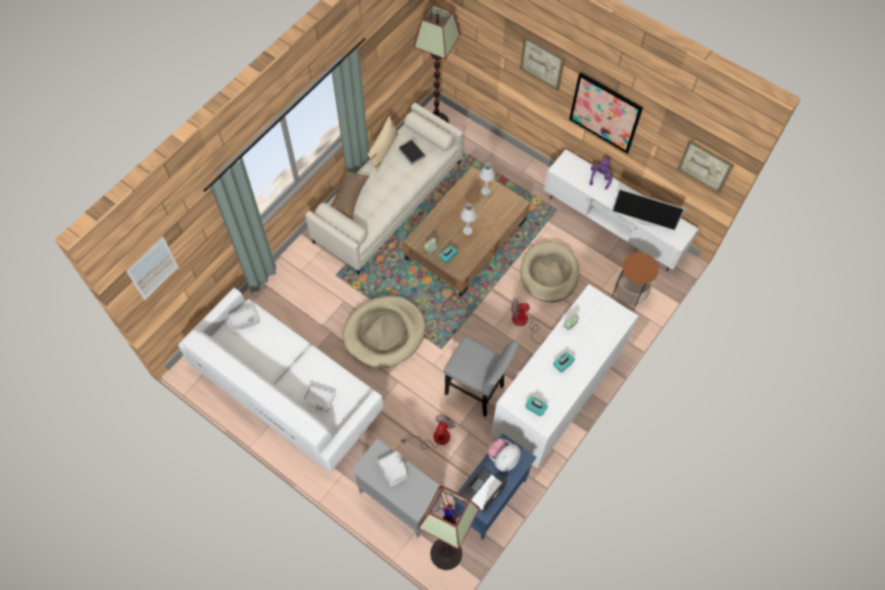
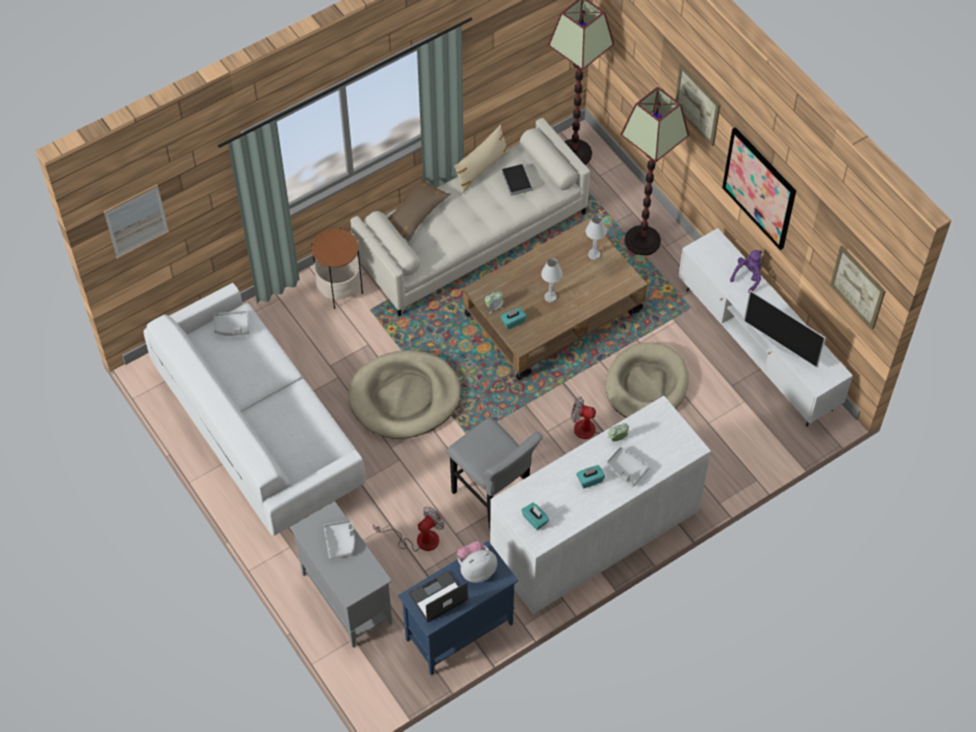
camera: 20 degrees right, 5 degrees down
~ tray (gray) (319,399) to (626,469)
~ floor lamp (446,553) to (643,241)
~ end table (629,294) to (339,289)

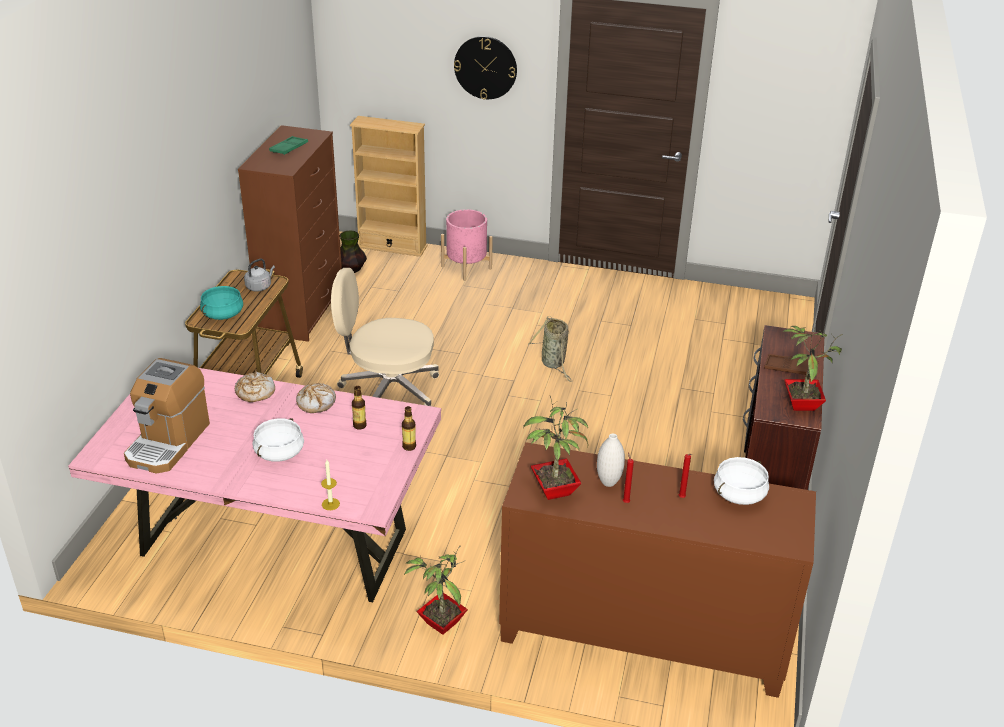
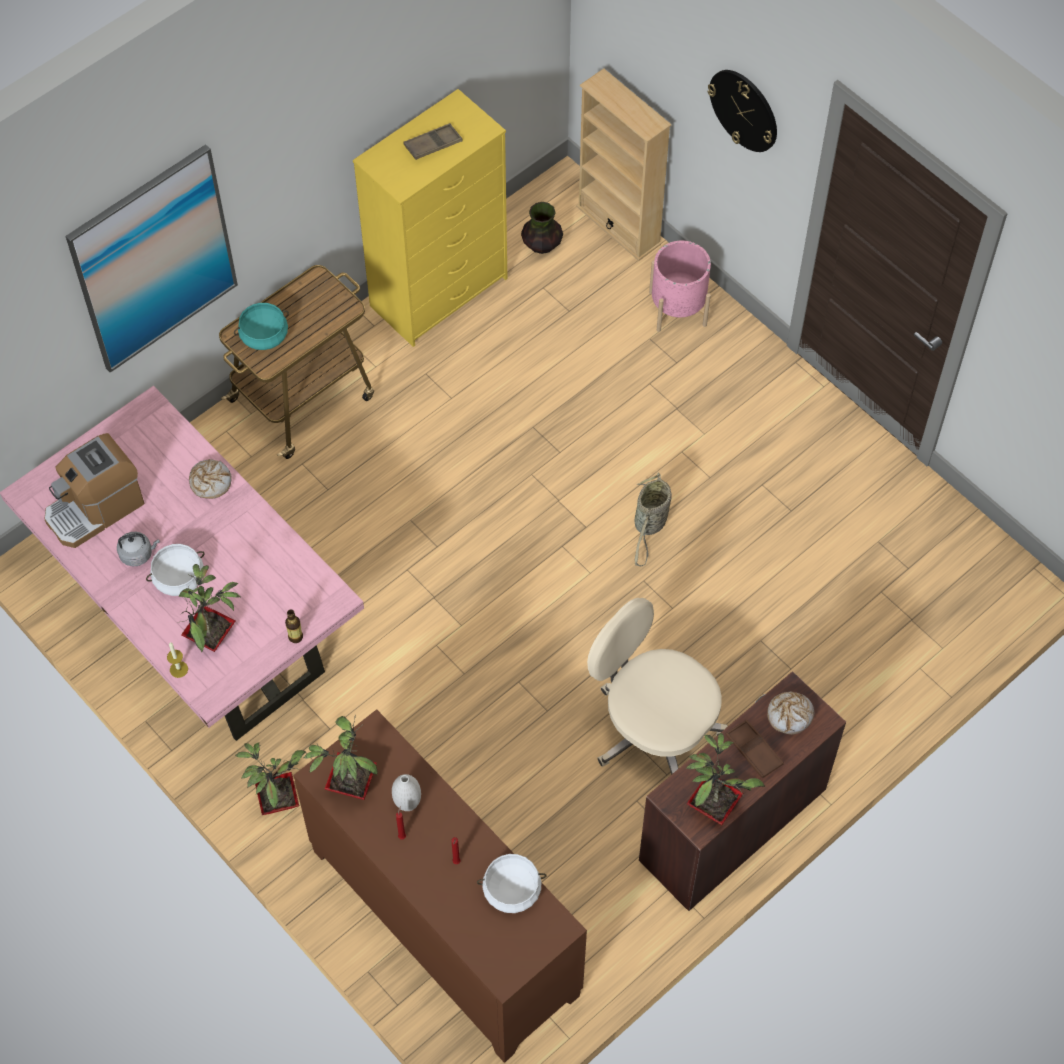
camera: 35 degrees right, 25 degrees up
- bottle (359,425)
+ picture (154,259)
+ houseplant (213,638)
~ kettle (gray) (259,286) to (138,554)
~ bakery bread (316,402) to (790,715)
~ computer chair (beige) (388,390) to (653,728)
~ drawer chest (brownish) (302,311) to drawer chest (yellowish) (440,291)
~ tray (greenish) (289,148) to tray (brownish) (433,144)

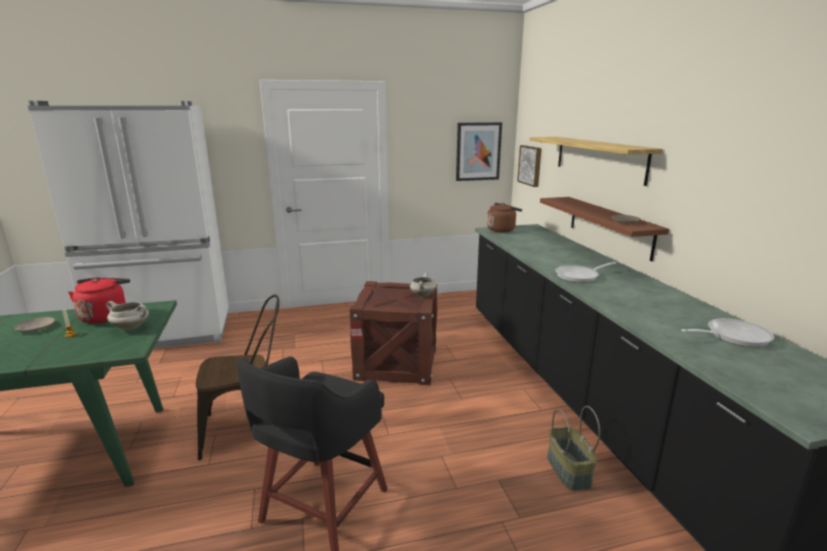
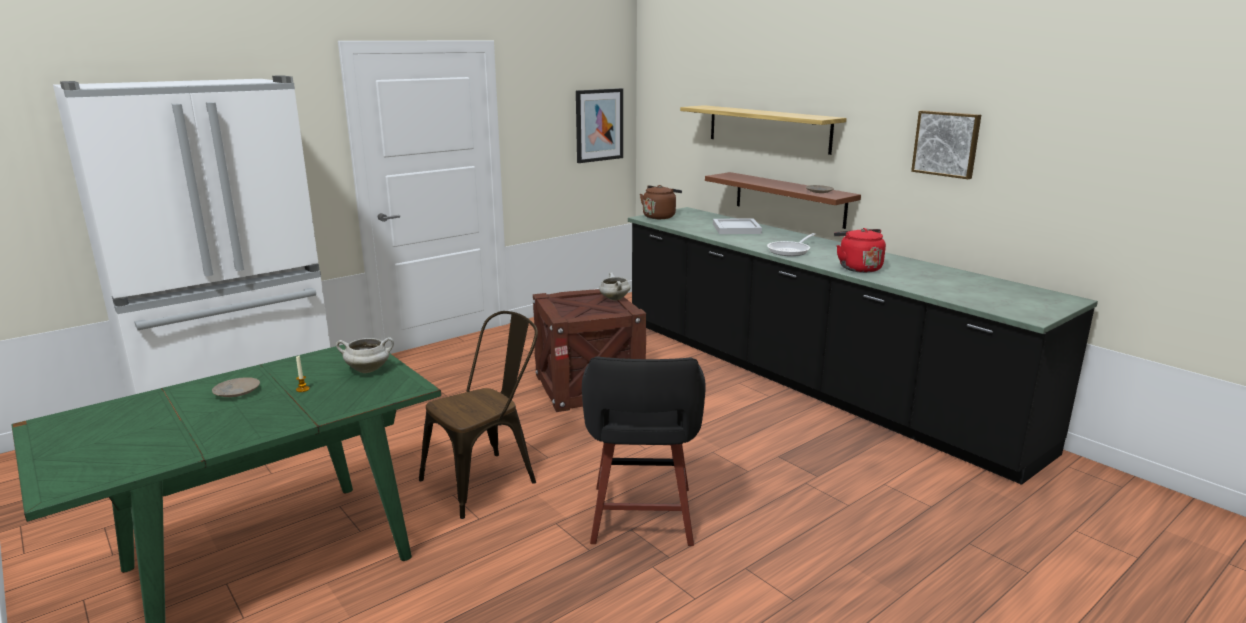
camera: 25 degrees left, 0 degrees up
- basket (567,470)
- pan (732,336)
+ tray (white-coloured) (737,229)
~ kettle (red-coloured) (105,316) to (857,268)
~ picture (531,165) to (946,143)

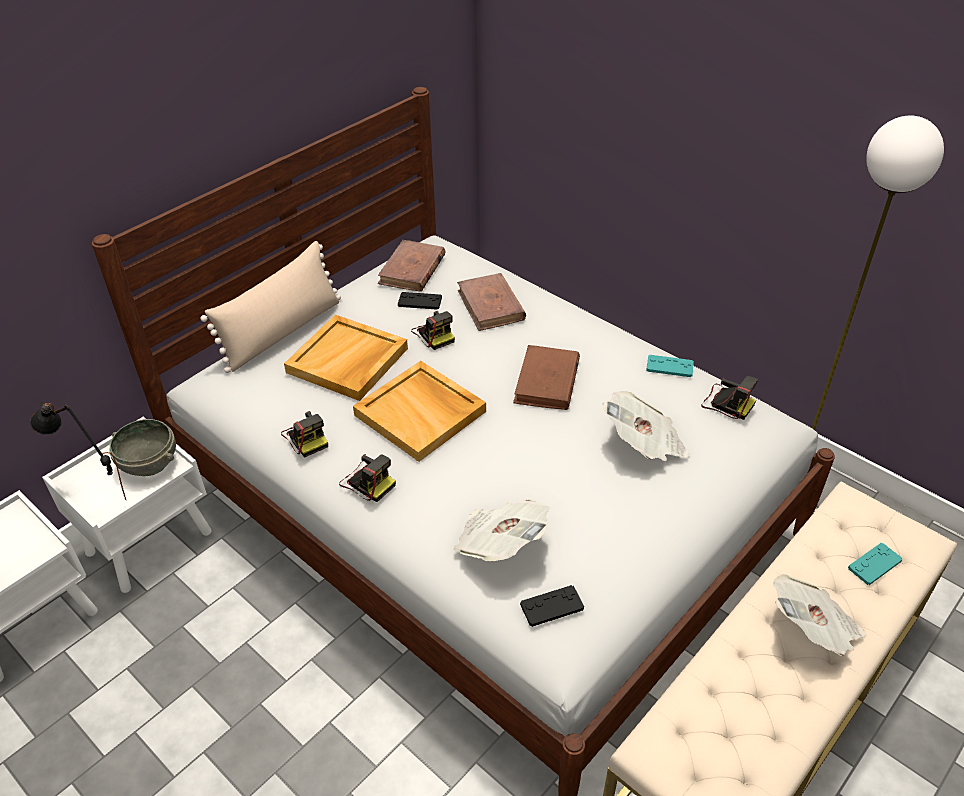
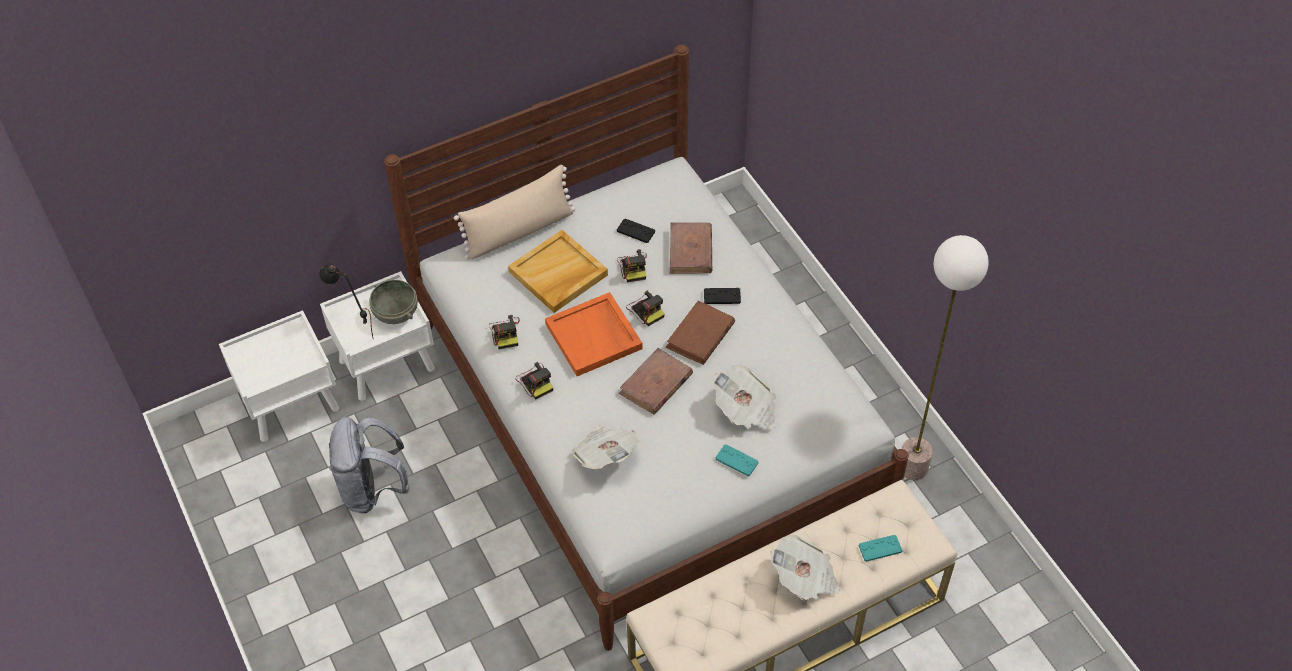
camera: 20 degrees right, 10 degrees up
+ knapsack (gray) (373,490)
~ bound book (brownish) (412,270) to (656,384)
~ game controller (blackish) (552,606) to (722,296)
~ game controller (blue-green) (669,367) to (736,461)
~ photo camera (726,403) to (645,310)
~ tray (beige) (421,413) to tray (orangey) (594,337)

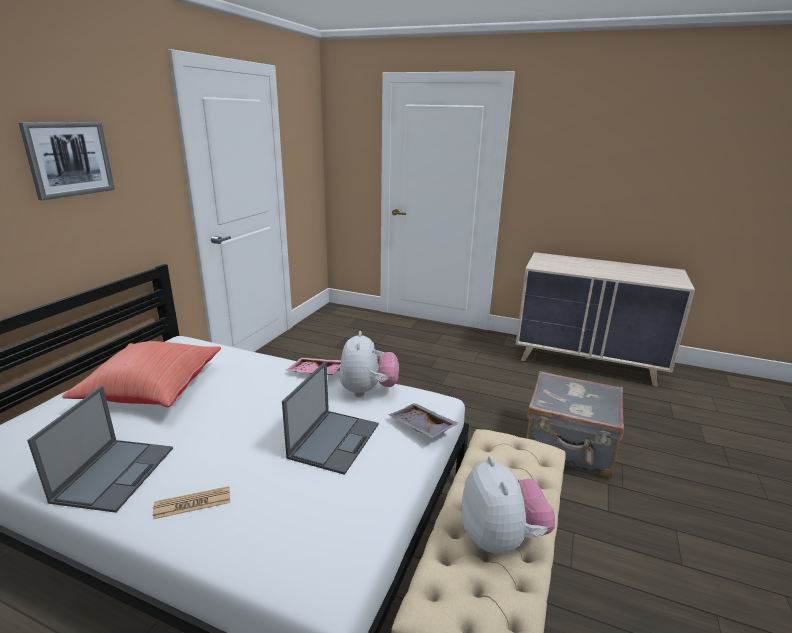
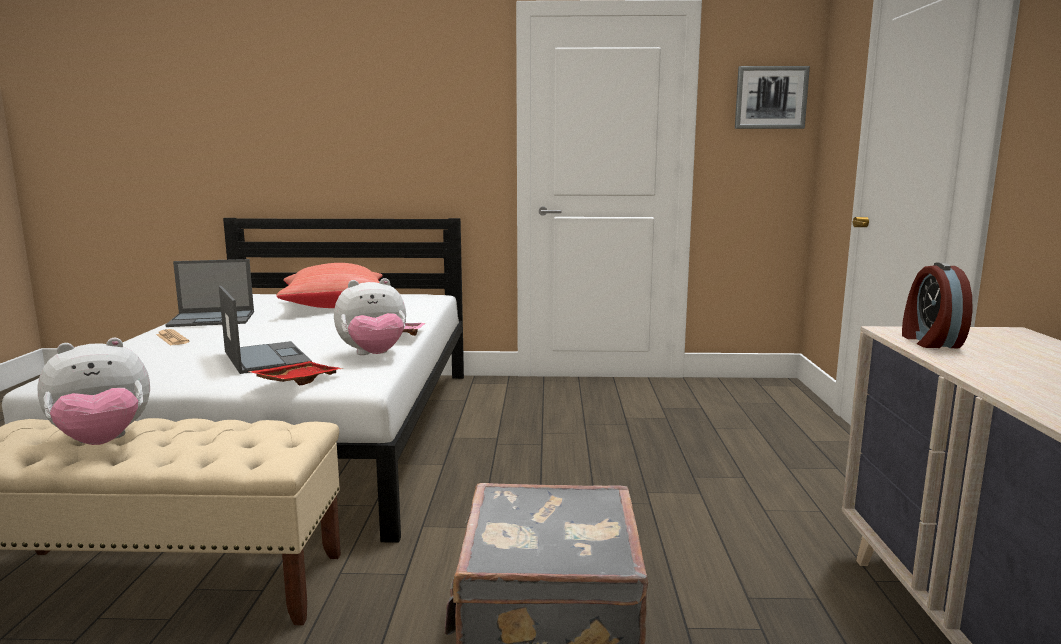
camera: 70 degrees right, 10 degrees down
+ bedside clock (929,341)
~ picture (69,159) to (771,97)
~ tray (gray) (421,427) to tray (red-coloured) (296,381)
~ notebook computer (334,440) = (266,357) 120 degrees counterclockwise

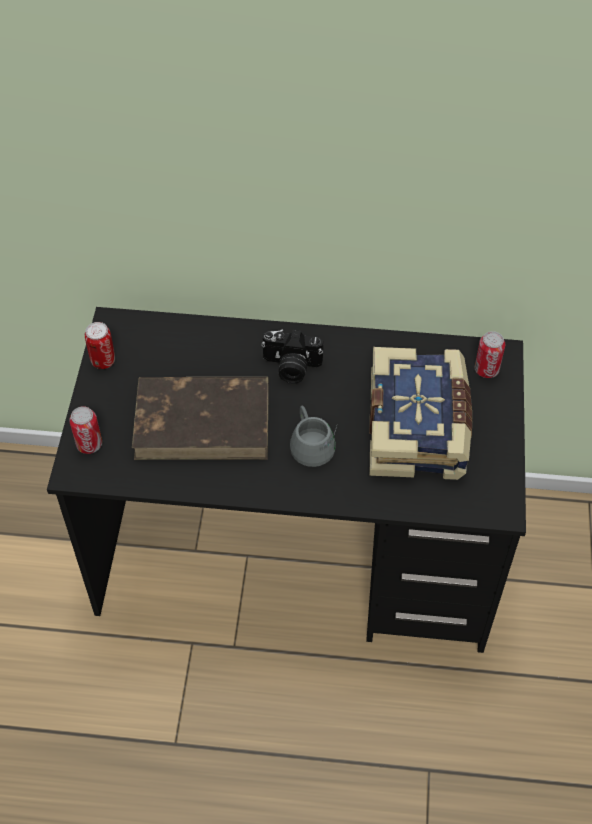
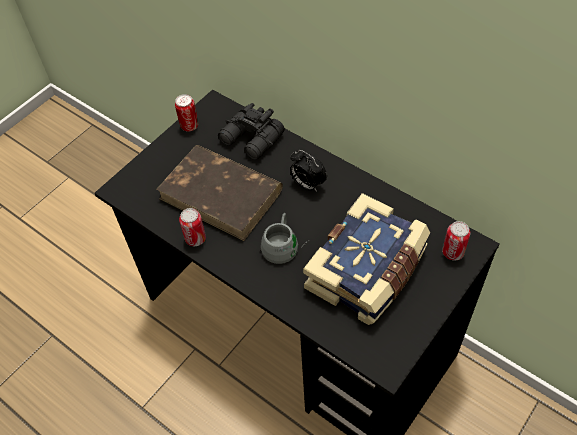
camera: 35 degrees right, 0 degrees up
+ pair of binoculars (blackish) (252,140)
~ metal can (89,444) to (195,239)
~ photo camera (291,367) to bedside clock (307,184)

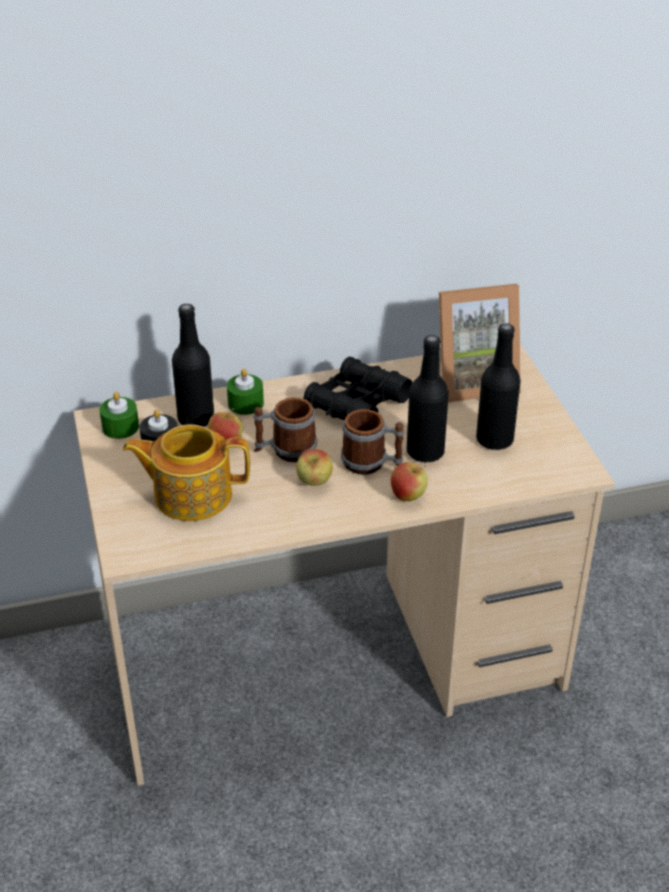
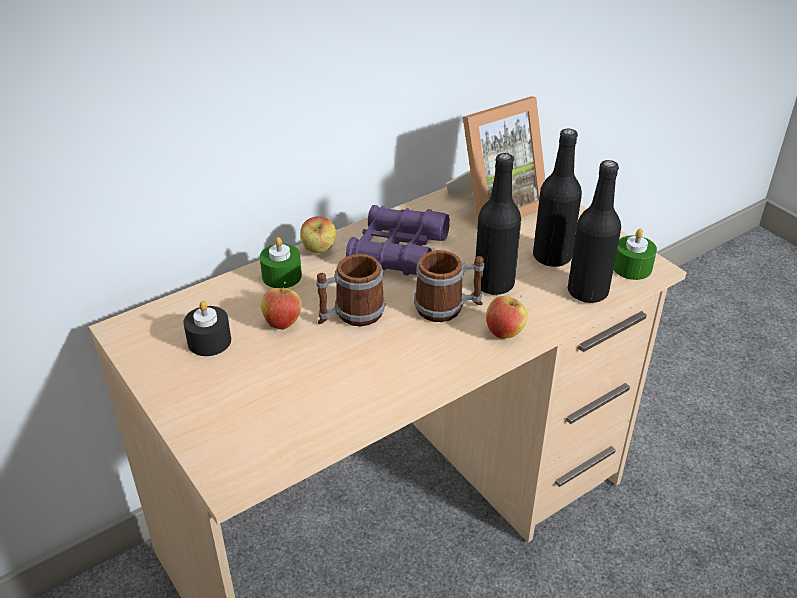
camera: 20 degrees left, 0 degrees up
- pot for tea (191,494)
~ wax candle (greenish) (120,427) to (632,267)
~ bottle (blackish) (196,419) to (587,292)
~ apple (314,483) to (319,251)
~ pair of binoculars (blackish) (357,404) to pair of binoculars (purple) (398,251)

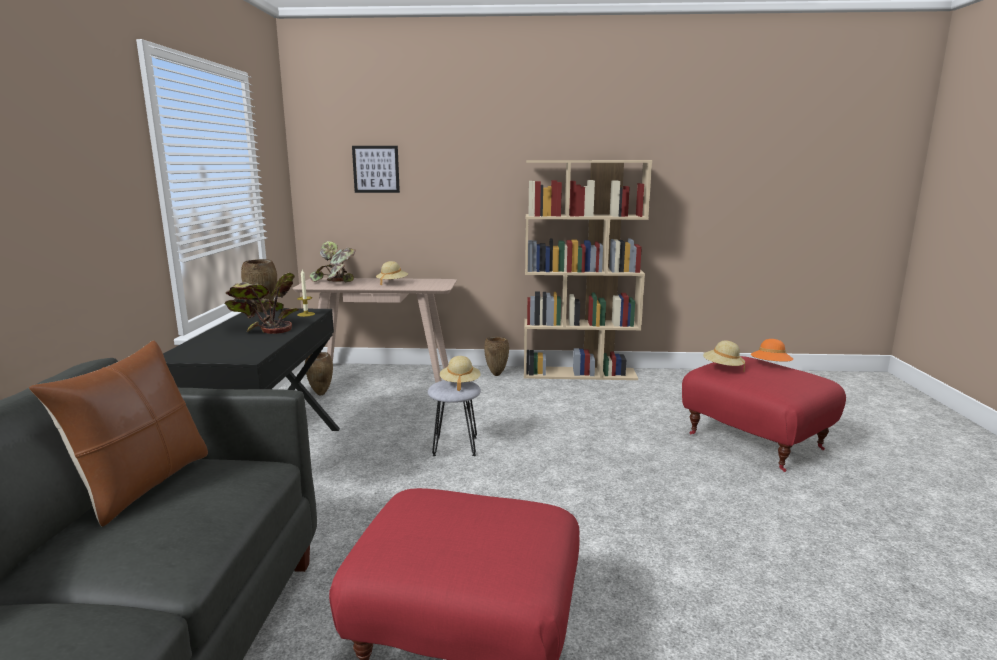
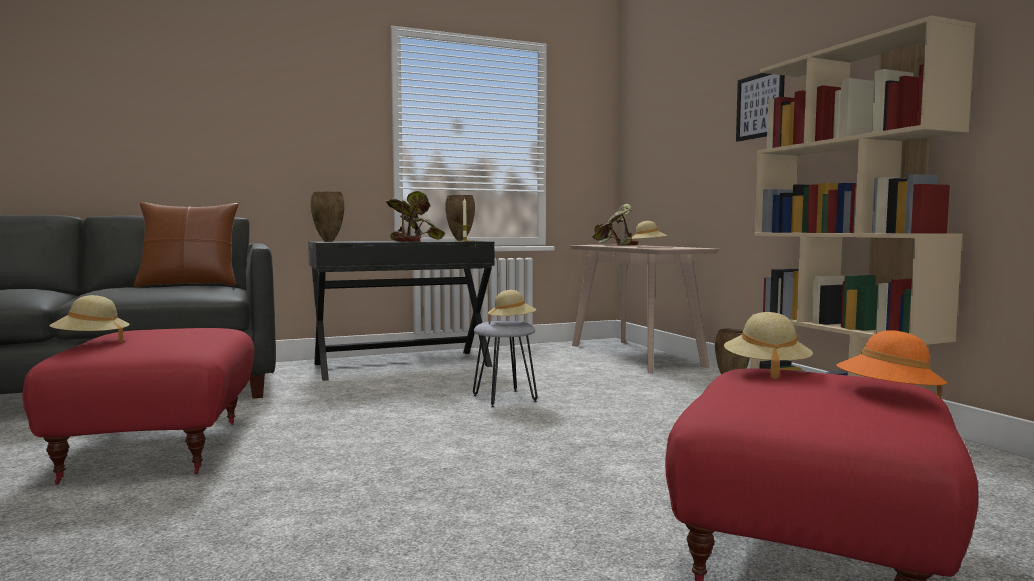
camera: 65 degrees right, 10 degrees down
+ clothing hat (beige) (91,341)
~ decorative vase (brownish) (321,394) to (328,241)
~ picture (376,169) to (760,105)

